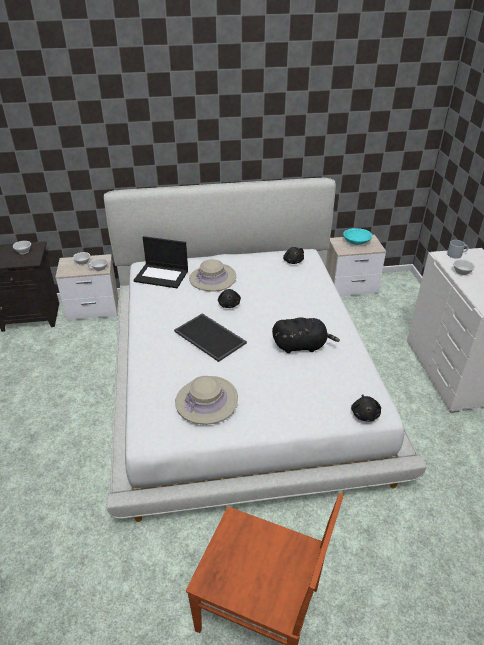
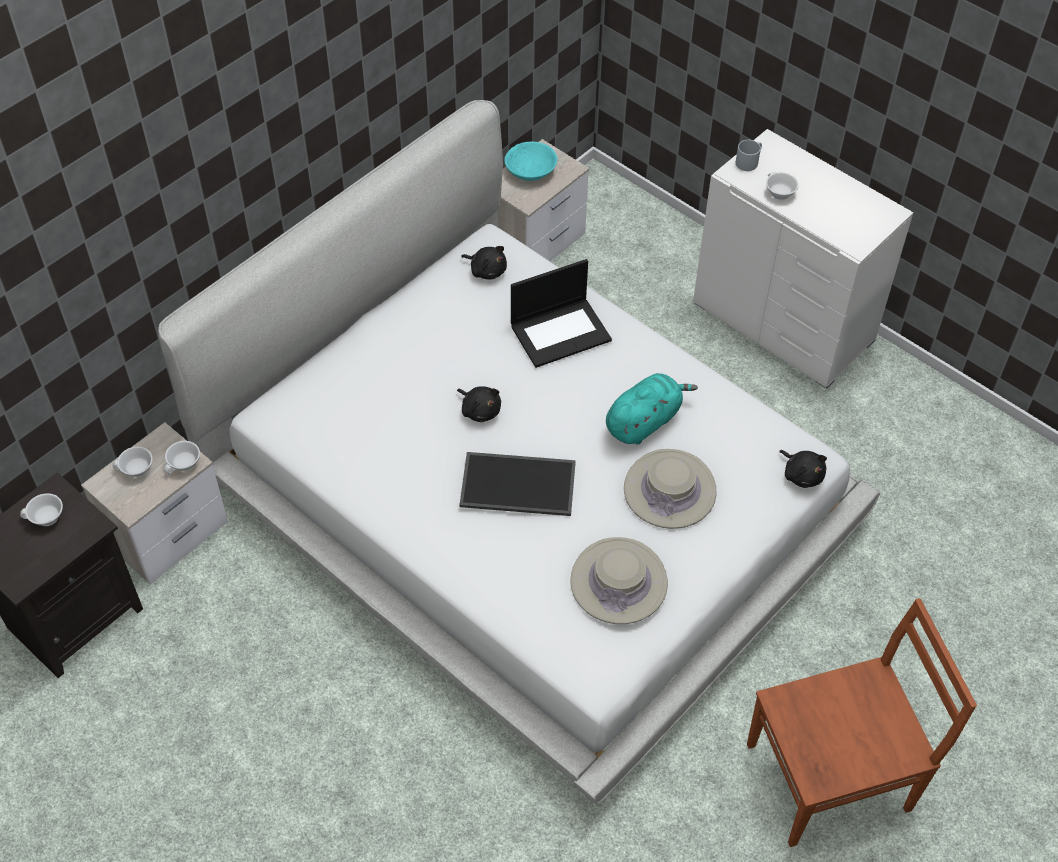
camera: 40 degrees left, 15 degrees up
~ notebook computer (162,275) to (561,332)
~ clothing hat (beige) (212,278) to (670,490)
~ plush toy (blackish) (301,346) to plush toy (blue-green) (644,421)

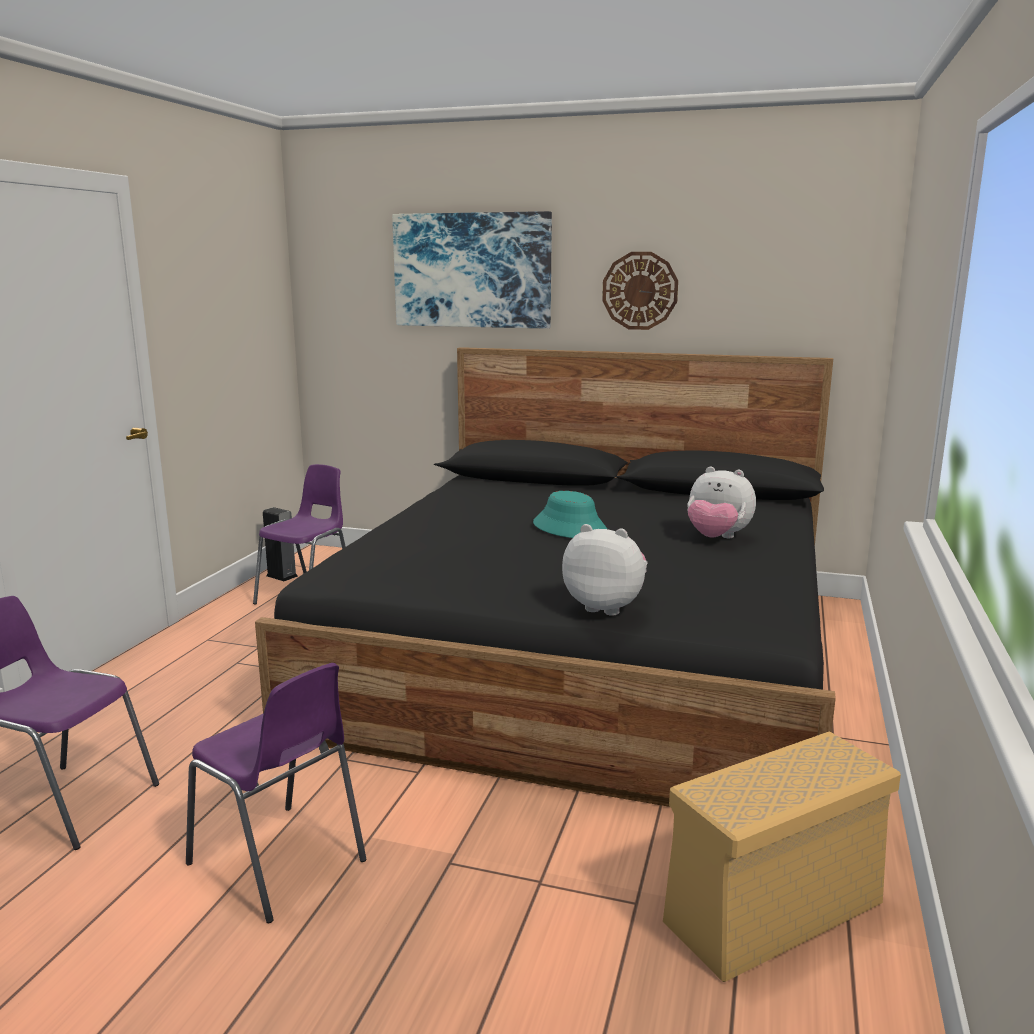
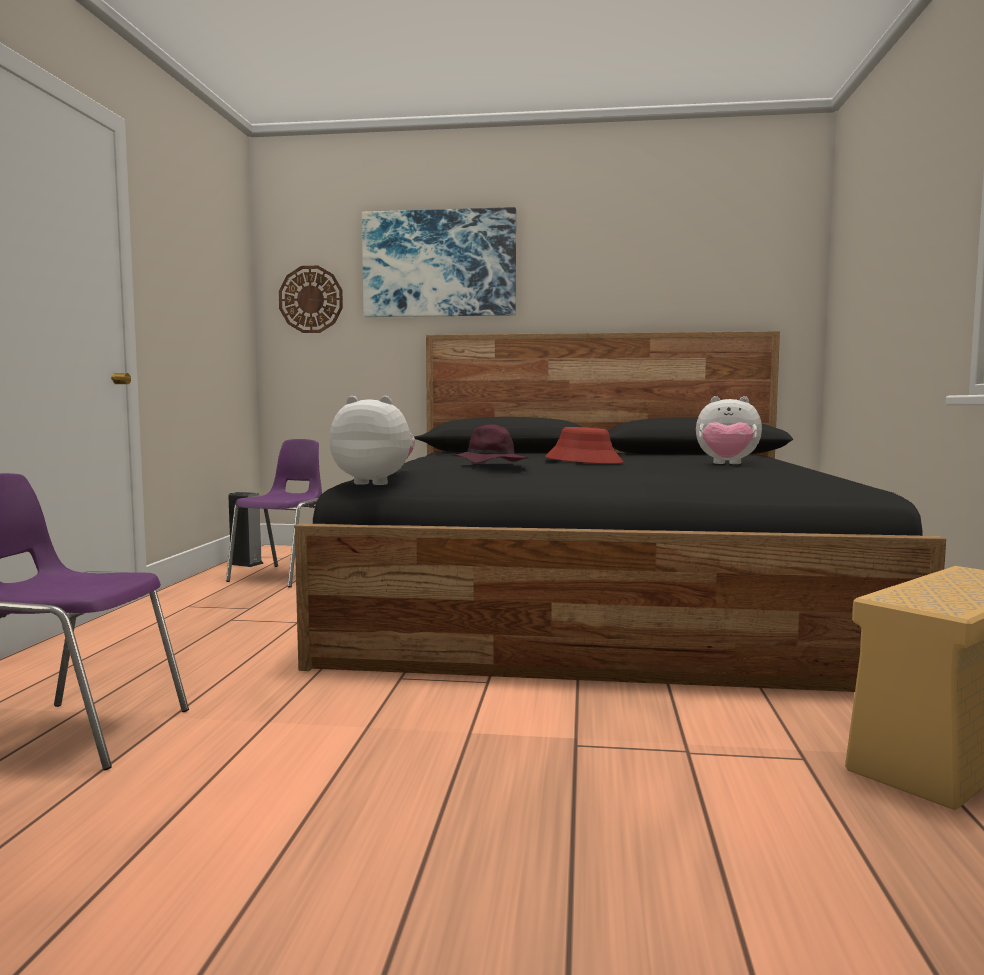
camera: 10 degrees left, 10 degrees down
- upright chair (purple) (280,864)
+ clothing hat (purple) (489,463)
~ plush toy (606,607) to (375,483)
~ clock on the wall (640,291) to (311,299)
~ clothing hat (blue-green) (570,527) to clothing hat (red-coloured) (584,461)

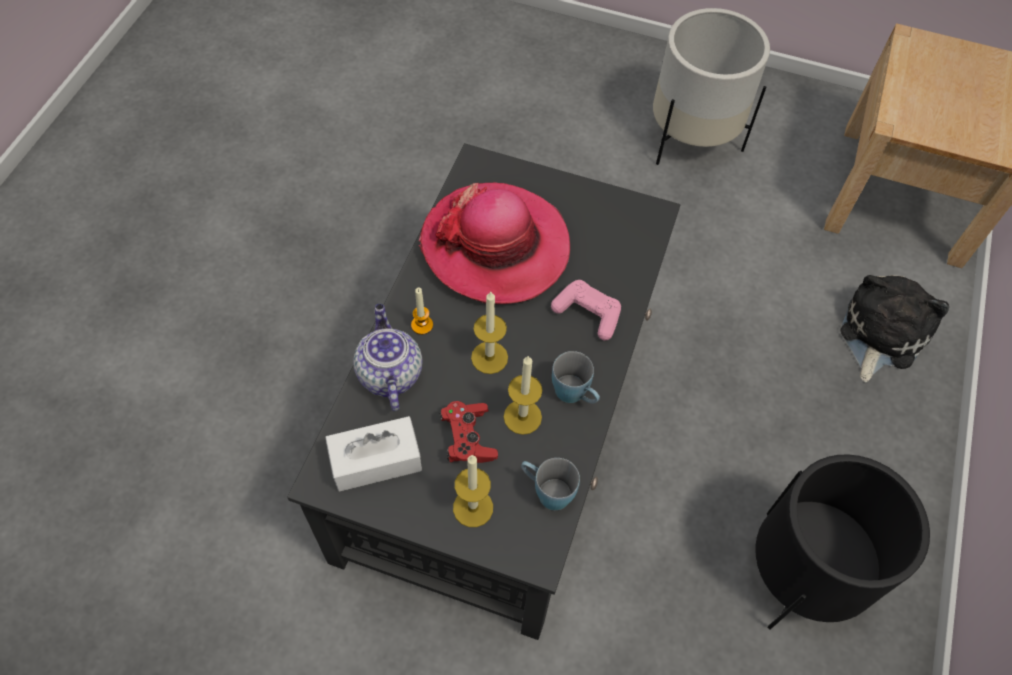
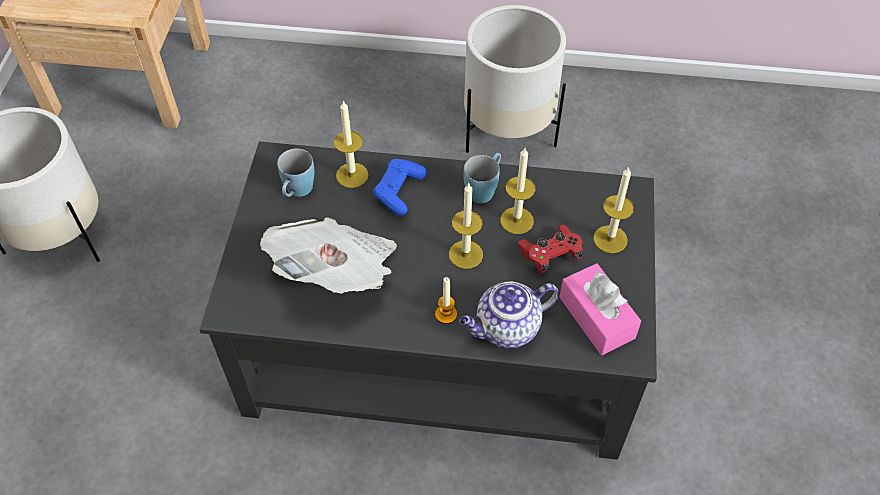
camera: 100 degrees left, 5 degrees down
- plush toy (880,334)
+ wax candle (352,175)
~ coffee mug (blue) (546,491) to (297,192)
~ clothing hat (496,246) to newspaper (337,273)
~ tissue box (white-coloured) (376,461) to tissue box (pink-coloured) (596,317)
~ game controller (pink-coloured) (587,314) to game controller (blue) (399,191)
~ plant pot (blackish) (802,573) to plant pot (white-coloured) (508,130)

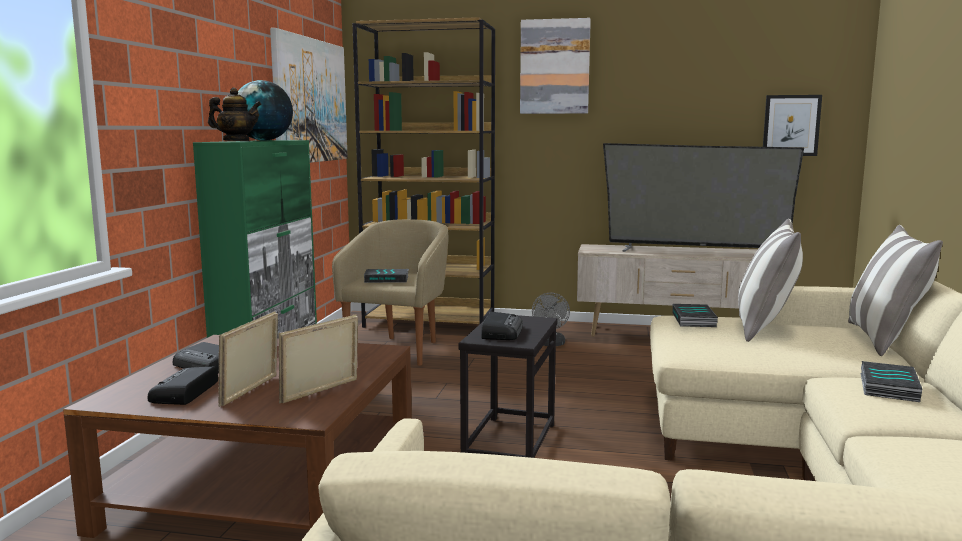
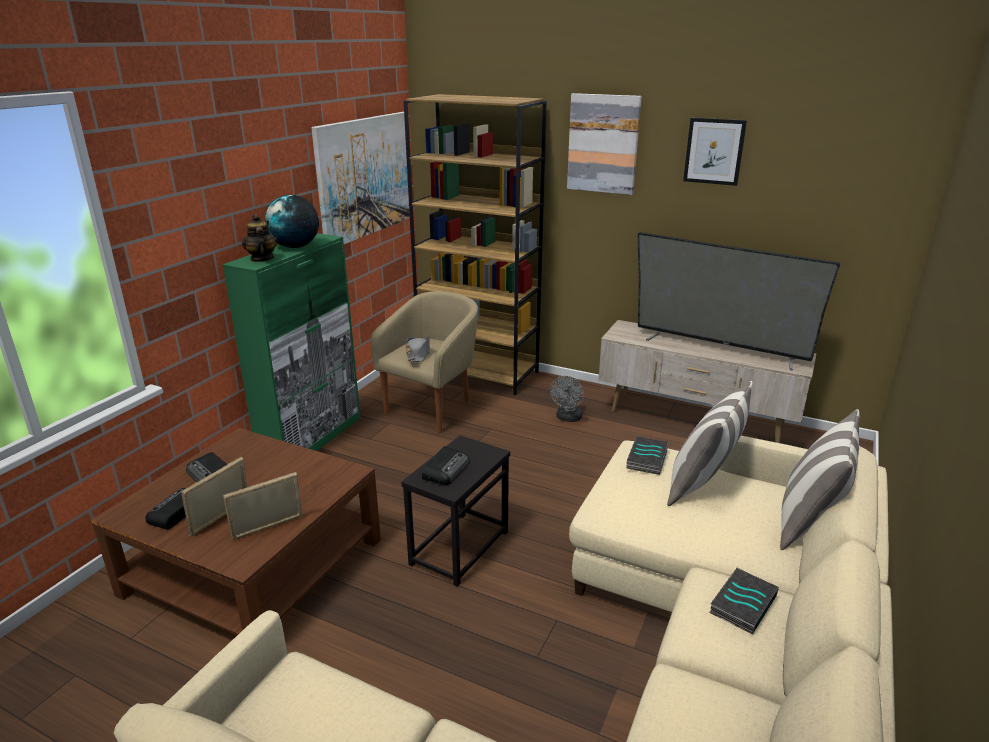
camera: 15 degrees right, 15 degrees up
~ picture (791,125) to (714,151)
~ bound book (387,279) to clothing hat (gray) (418,354)
~ pot for tea (236,141) = (262,259) 135 degrees counterclockwise

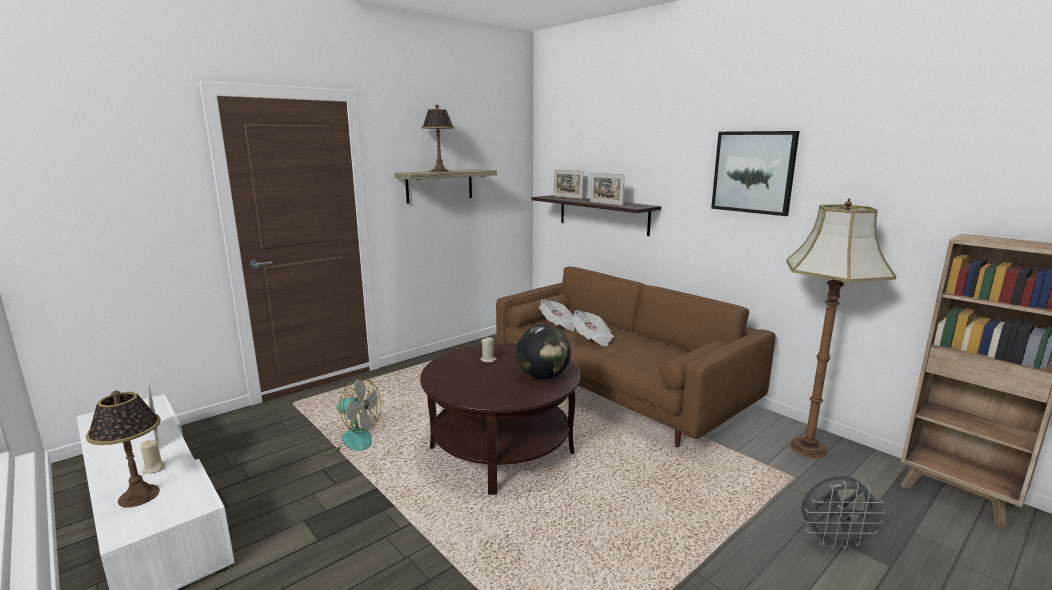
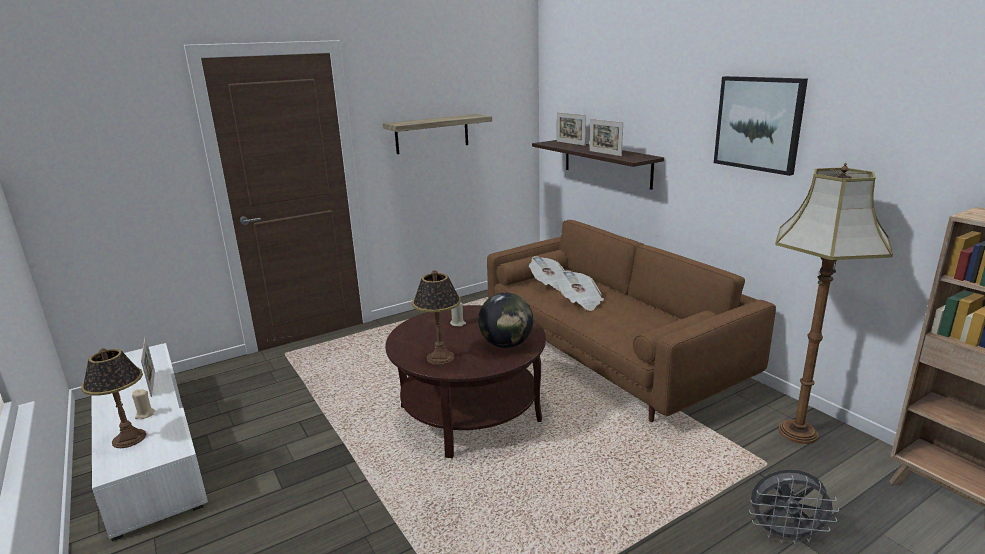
camera: 10 degrees right, 5 degrees up
- fan (349,440)
~ table lamp (440,171) to (440,358)

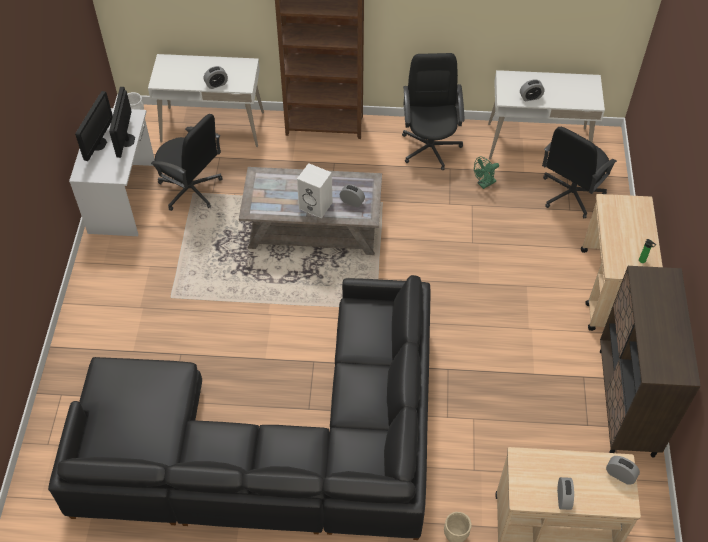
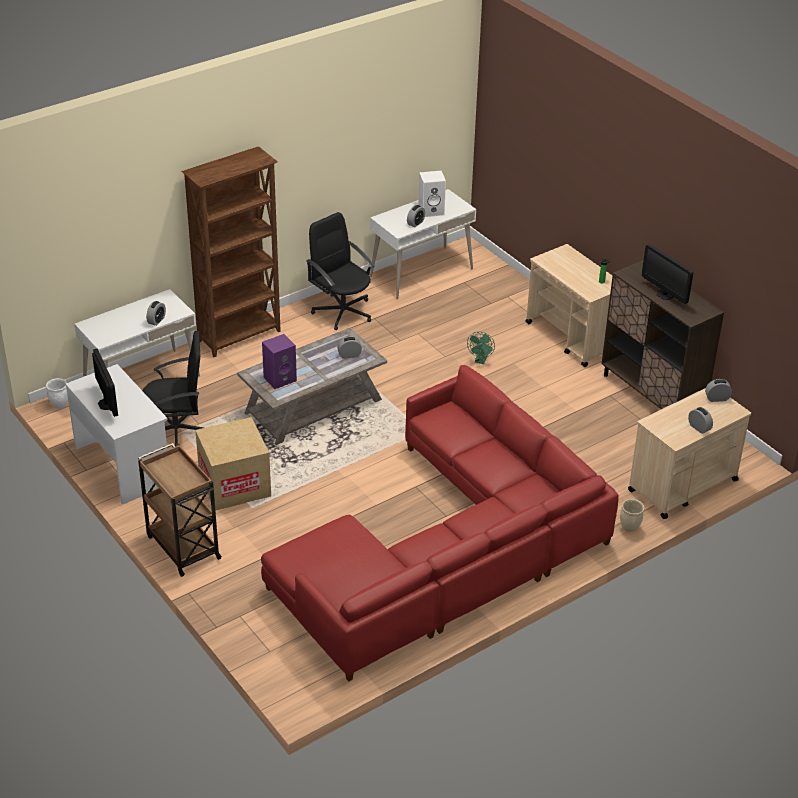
camera: 40 degrees left, 15 degrees down
- computer chair (blackish) (570,194)
+ cart (brownish) (182,546)
+ cardboard box (234,485)
+ speaker (purple) (280,378)
~ monitor (127,140) to (665,294)
~ speaker (white-coloured) (316,205) to (431,210)
~ fan (greenish) (484,184) to (480,360)
~ settee (blackish) (272,446) to settee (red-coloured) (447,551)

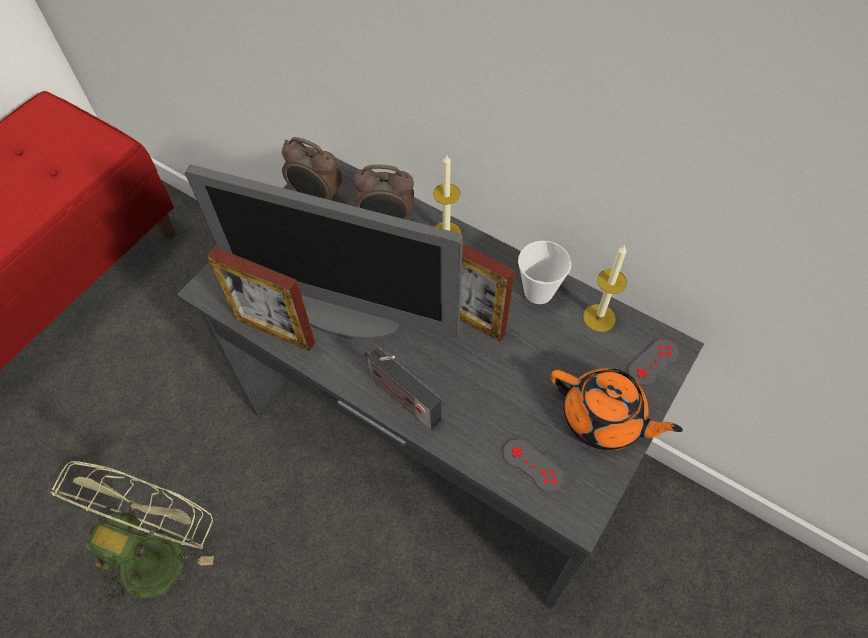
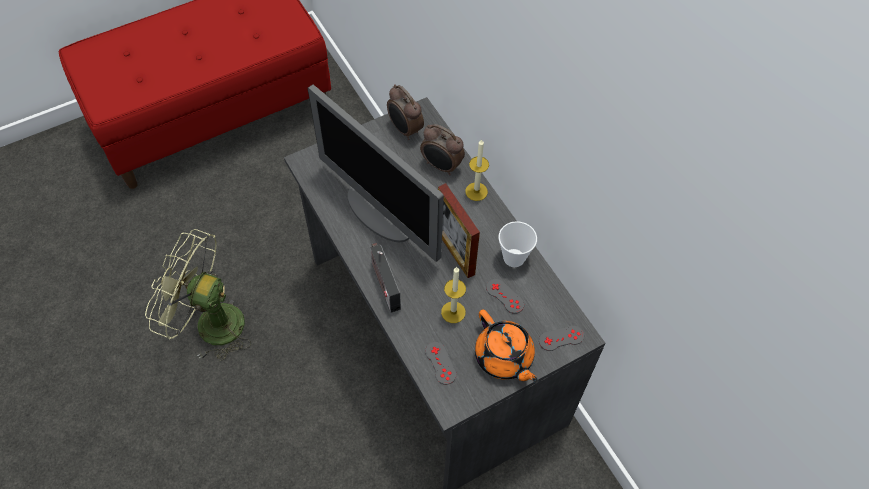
camera: 25 degrees right, 0 degrees up
- standing frame (275,330)
+ game controller (gray) (505,296)
~ wax candle (599,318) to (453,312)
~ fan (greenish) (158,549) = (209,323) 120 degrees counterclockwise

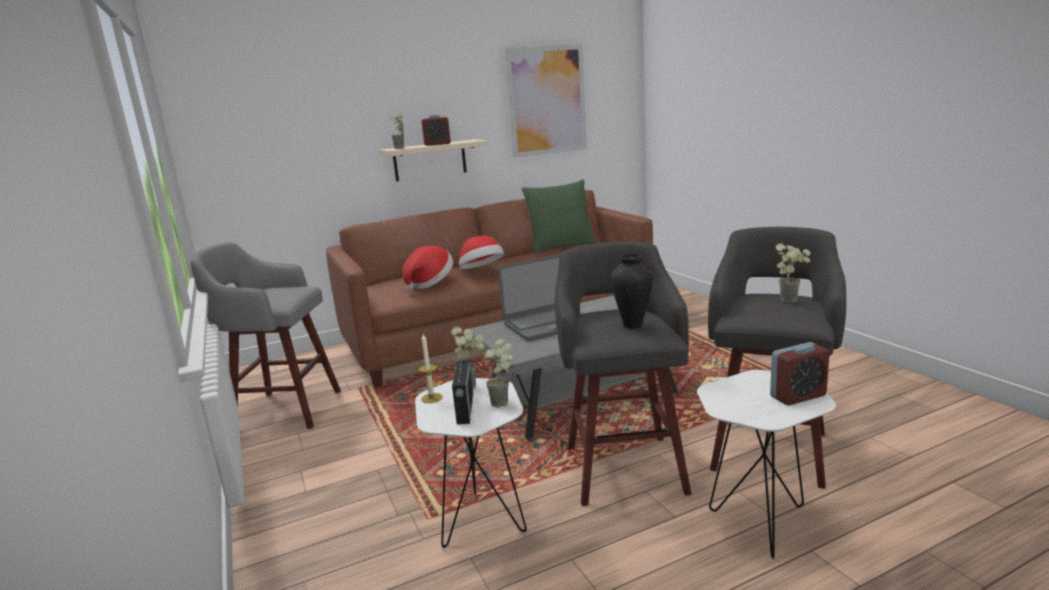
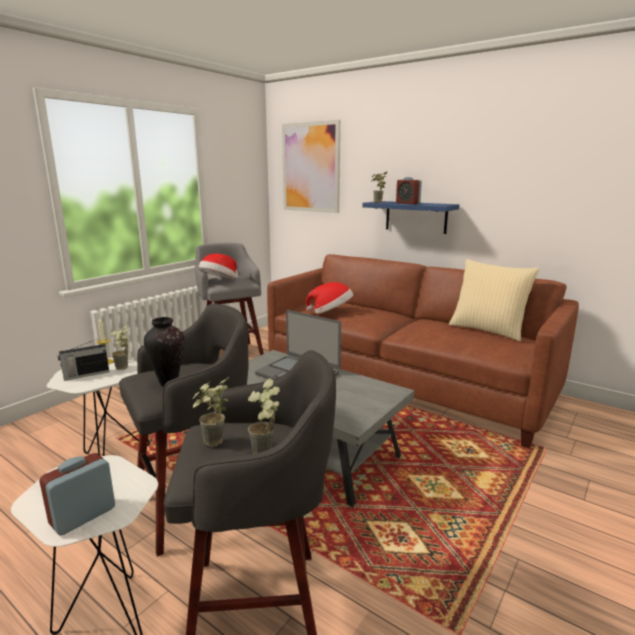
camera: 60 degrees right, 0 degrees up
~ clothing hat (481,271) to (219,281)
~ houseplant (504,404) to (213,445)
~ picture (546,101) to (310,167)
~ bracket shelf (beige) (430,160) to bracket shelf (blue) (416,217)
~ pillow (greenish) (561,246) to pillow (beige) (488,330)
~ bedside clock (798,396) = (83,516) 90 degrees clockwise

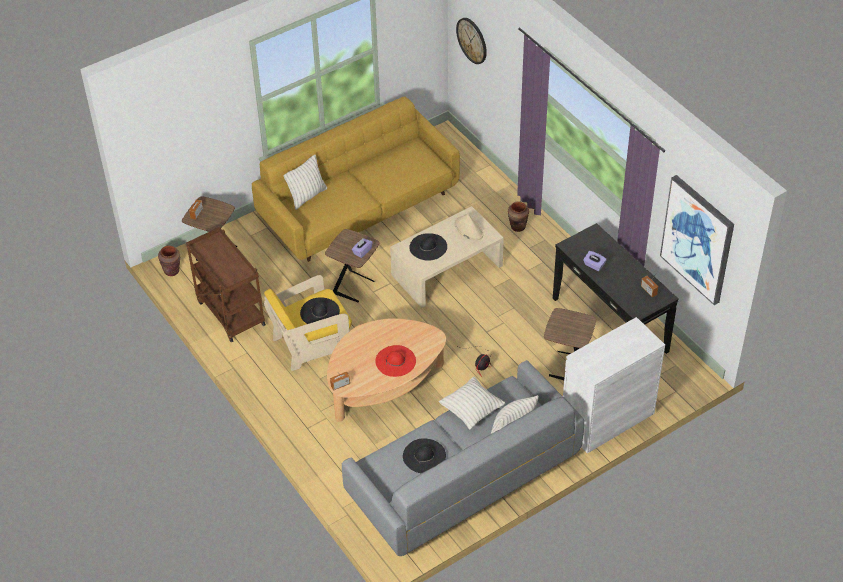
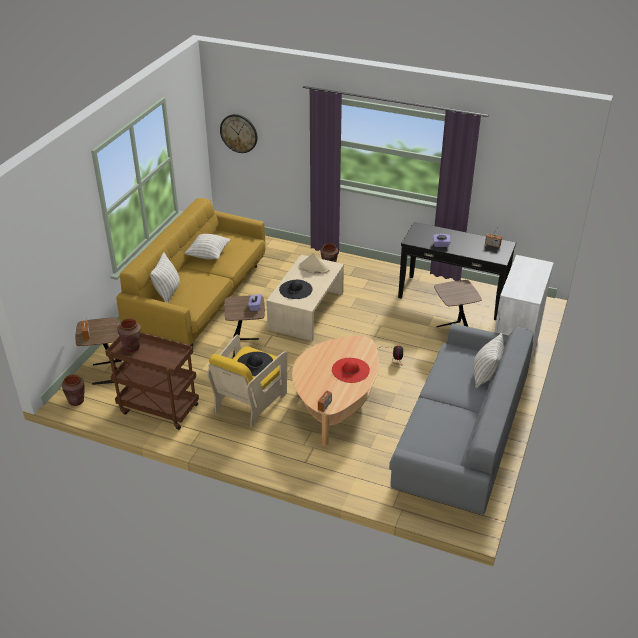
camera: 35 degrees left, 10 degrees down
- clothing hat (blackish) (424,456)
- picture (698,239)
+ decorative vase (brownish) (132,347)
~ pillow (471,410) to (208,255)

